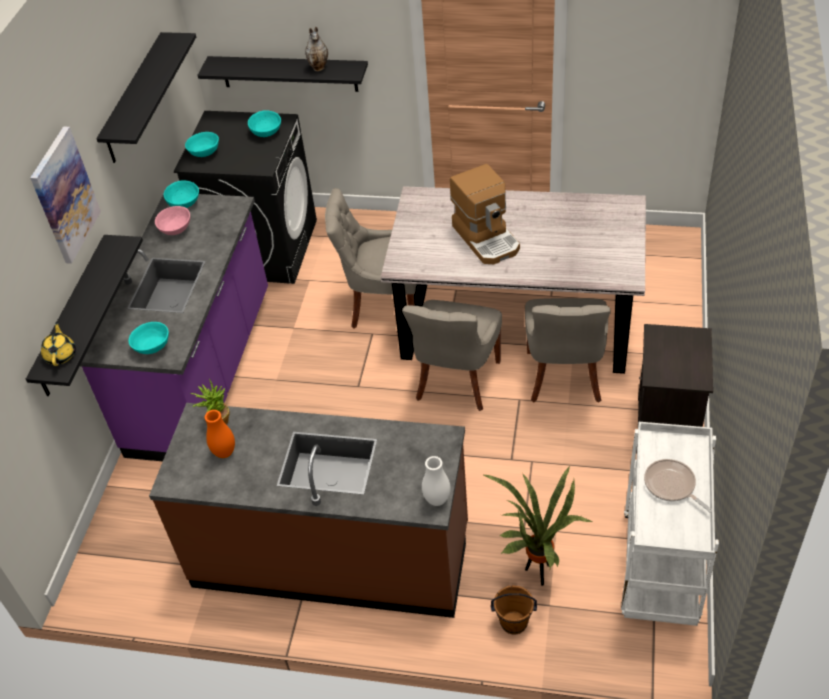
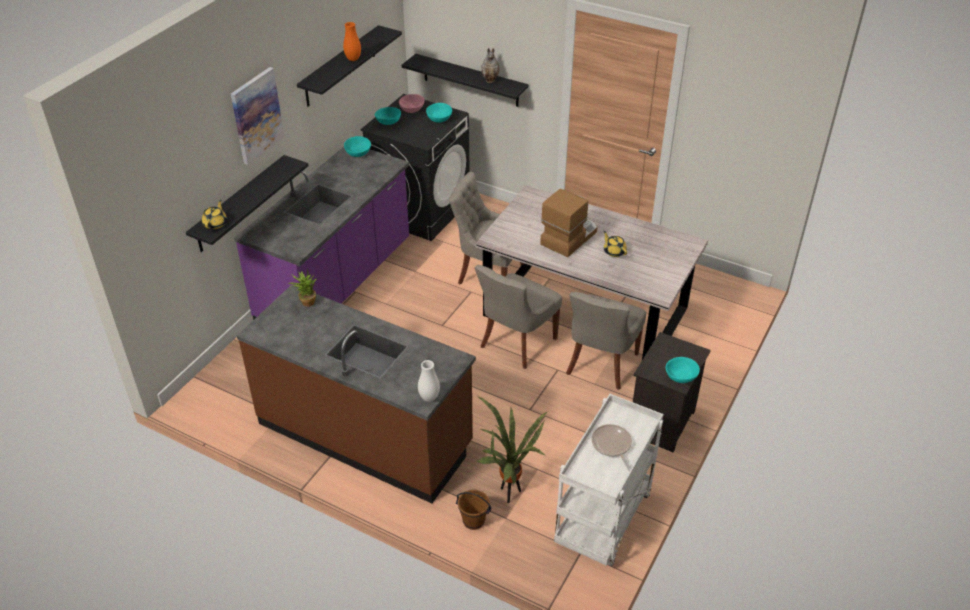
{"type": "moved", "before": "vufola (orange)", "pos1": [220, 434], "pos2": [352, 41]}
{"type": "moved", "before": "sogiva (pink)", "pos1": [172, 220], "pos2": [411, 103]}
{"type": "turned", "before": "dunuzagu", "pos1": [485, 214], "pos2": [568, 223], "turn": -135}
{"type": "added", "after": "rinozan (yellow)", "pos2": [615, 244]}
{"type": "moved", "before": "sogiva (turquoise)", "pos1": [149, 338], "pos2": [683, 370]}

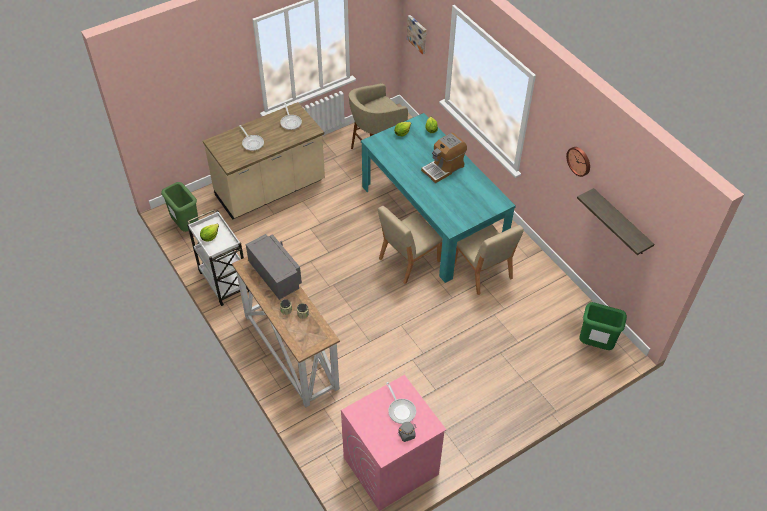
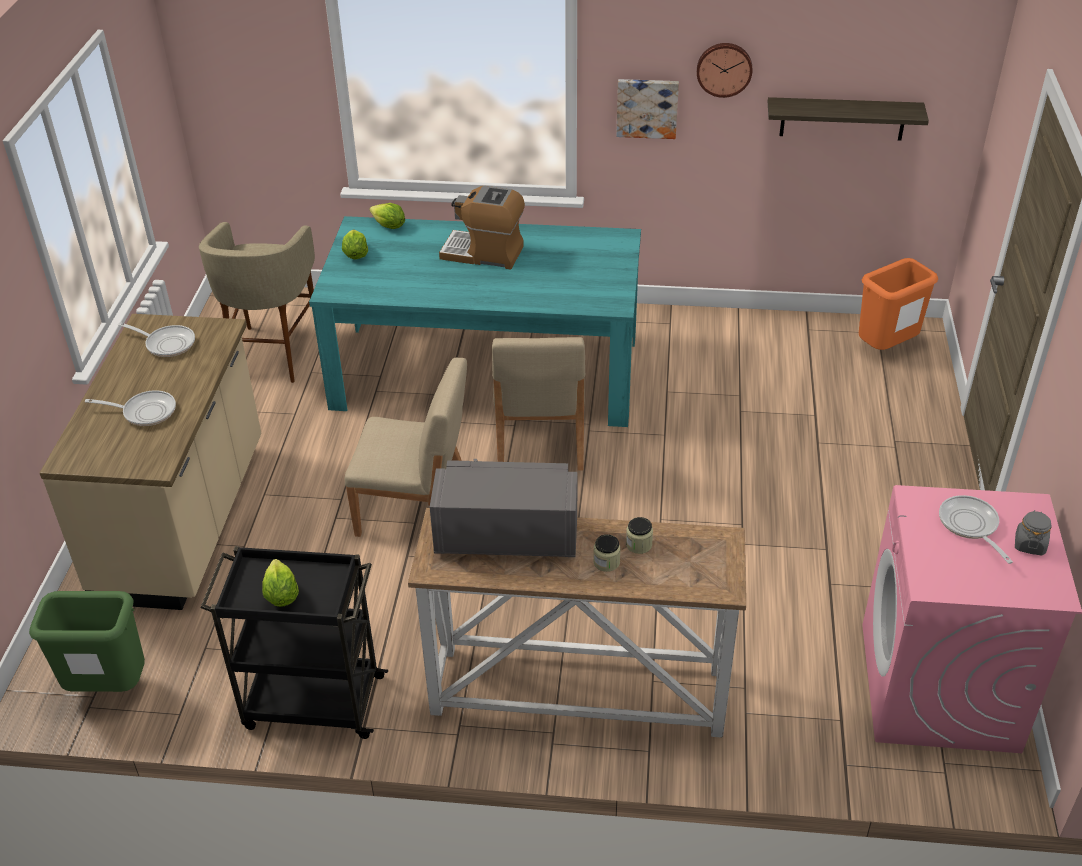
{"type": "recoloured", "before": "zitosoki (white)", "after": "zitosoki (black)", "pos1": [218, 258], "pos2": [294, 642]}
{"type": "moved", "before": "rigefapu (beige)", "pos1": [489, 259], "pos2": [406, 447]}
{"type": "turned", "before": "dunuzagu", "pos1": [444, 158], "pos2": [482, 228], "turn": 105}
{"type": "moved", "before": "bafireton", "pos1": [416, 34], "pos2": [647, 109]}
{"type": "recoloured", "before": "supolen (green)", "after": "supolen (orange)", "pos1": [603, 326], "pos2": [898, 304]}
{"type": "turned", "before": "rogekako", "pos1": [401, 403], "pos2": [976, 529], "turn": -120}

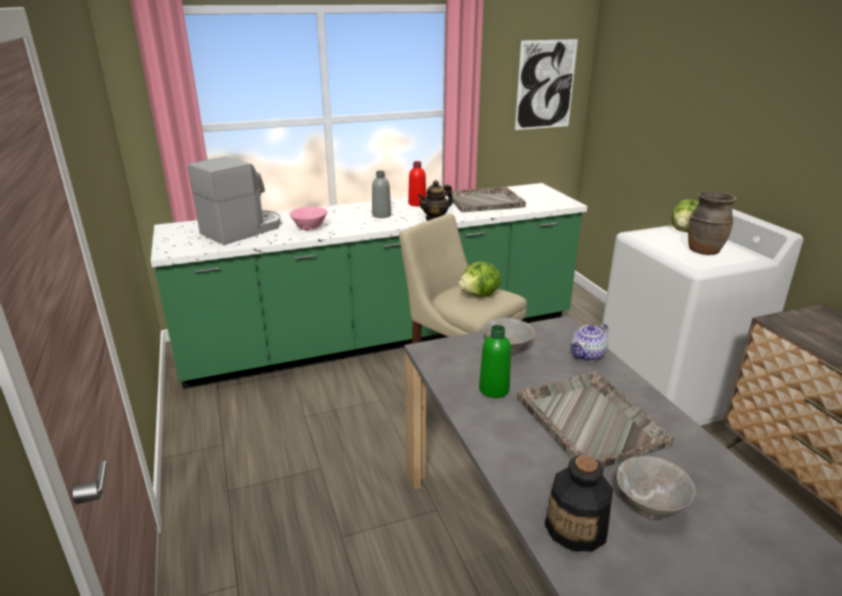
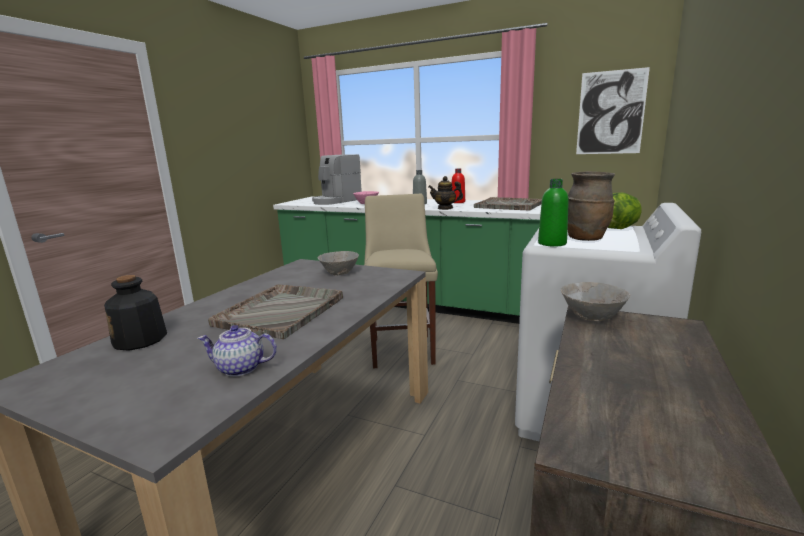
{"type": "moved", "before": "rinozan", "pos1": [589, 342], "pos2": [237, 351]}
{"type": "turned", "before": "dunuzagu", "pos1": [234, 200], "pos2": [337, 179], "turn": 135}
{"type": "moved", "before": "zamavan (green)", "pos1": [495, 361], "pos2": [553, 213]}
{"type": "moved", "before": "sogiva (grey)", "pos1": [656, 487], "pos2": [595, 301]}
{"type": "removed", "before": "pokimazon", "pos1": [479, 279]}

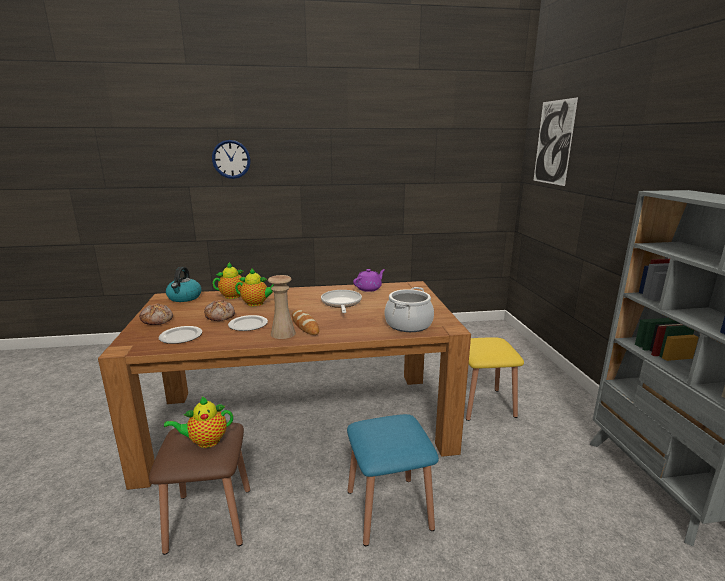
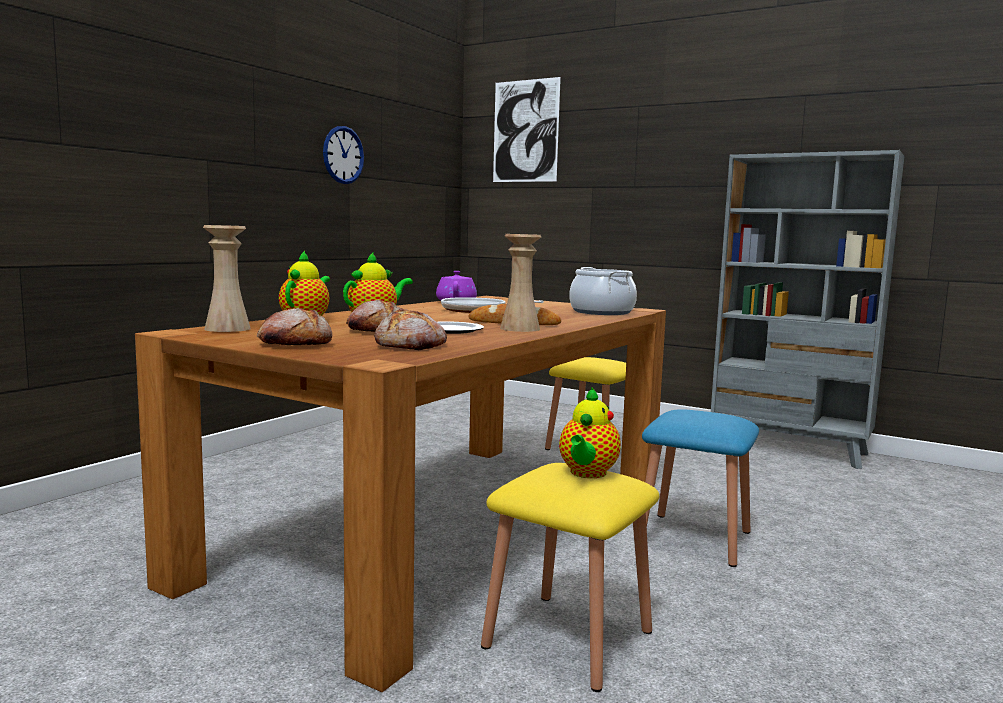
{"type": "replaced", "before": "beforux", "after": "vufola (beige)", "pos1": [183, 284], "pos2": [227, 278]}
{"type": "moved", "before": "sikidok", "pos1": [231, 159], "pos2": [343, 155]}
{"type": "replaced", "before": "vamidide", "after": "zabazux", "pos1": [180, 335], "pos2": [410, 329]}
{"type": "recoloured", "before": "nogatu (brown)", "after": "nogatu (yellow)", "pos1": [199, 489], "pos2": [570, 577]}

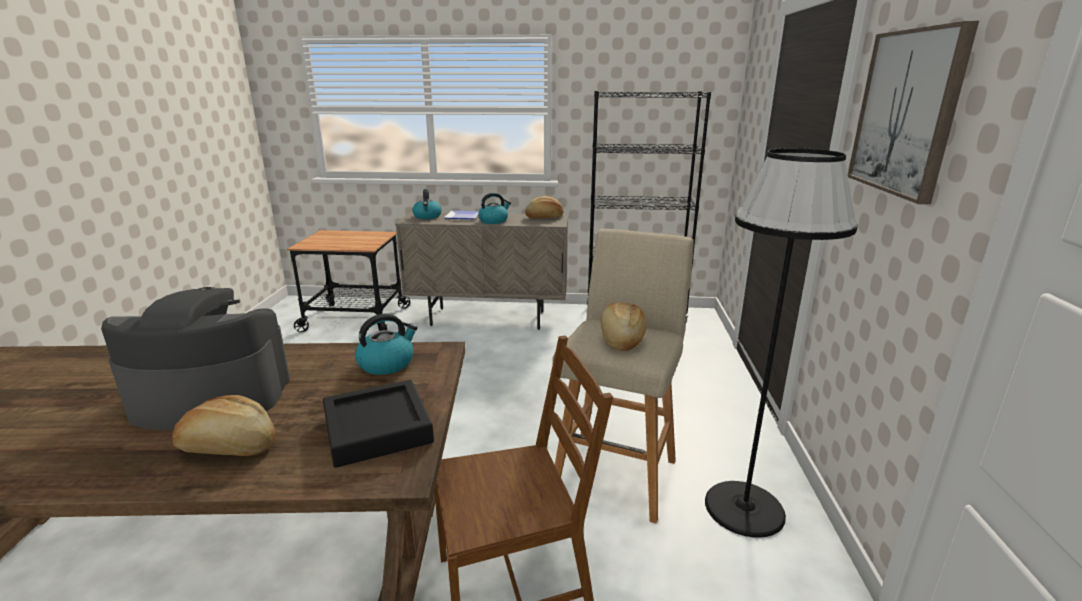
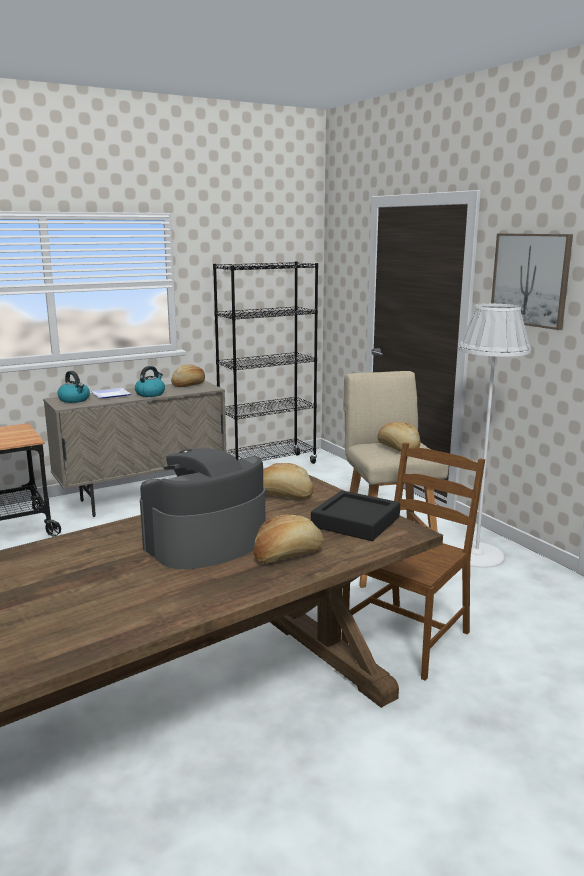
{"type": "replaced", "before": "beforux", "after": "zabazux", "pos1": [386, 344], "pos2": [288, 481]}
{"type": "recoloured", "before": "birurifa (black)", "after": "birurifa (white)", "pos1": [781, 343], "pos2": [492, 436]}

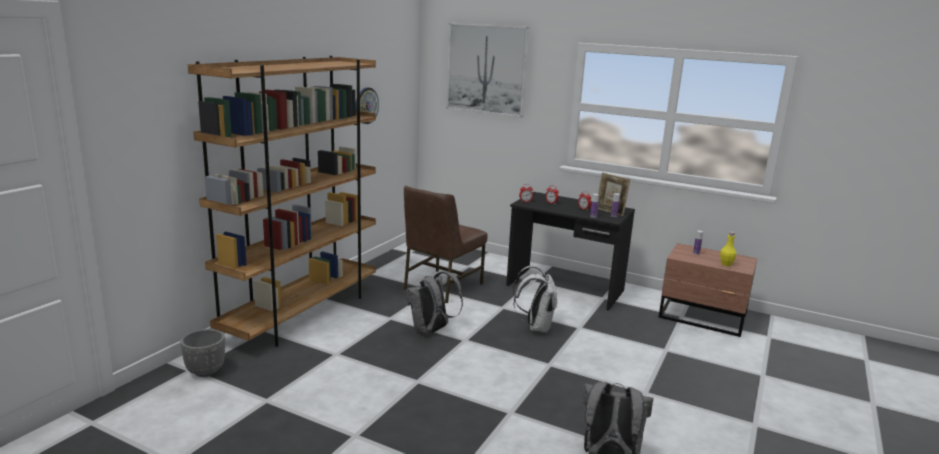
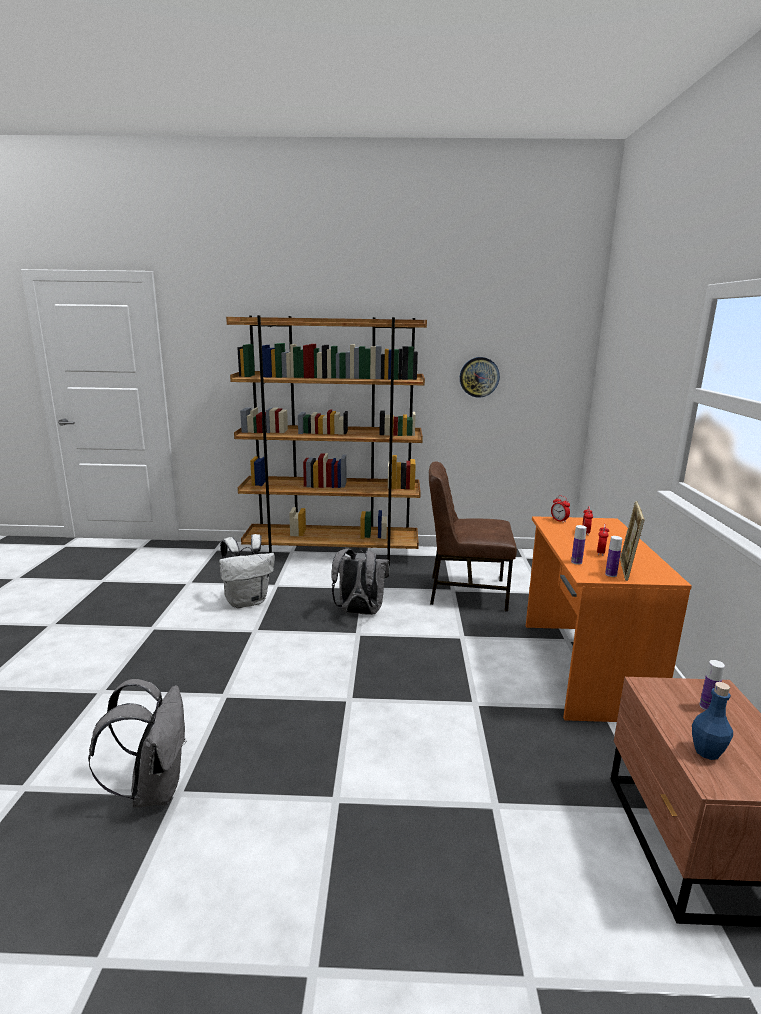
{"type": "moved", "before": "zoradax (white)", "pos1": [535, 299], "pos2": [247, 571]}
{"type": "recoloured", "before": "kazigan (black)", "after": "kazigan (orange)", "pos1": [570, 251], "pos2": [609, 619]}
{"type": "recoloured", "before": "zamavan (yellow)", "after": "zamavan (blue)", "pos1": [728, 249], "pos2": [712, 721]}
{"type": "removed", "before": "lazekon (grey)", "pos1": [202, 353]}
{"type": "removed", "before": "bafireton", "pos1": [488, 70]}

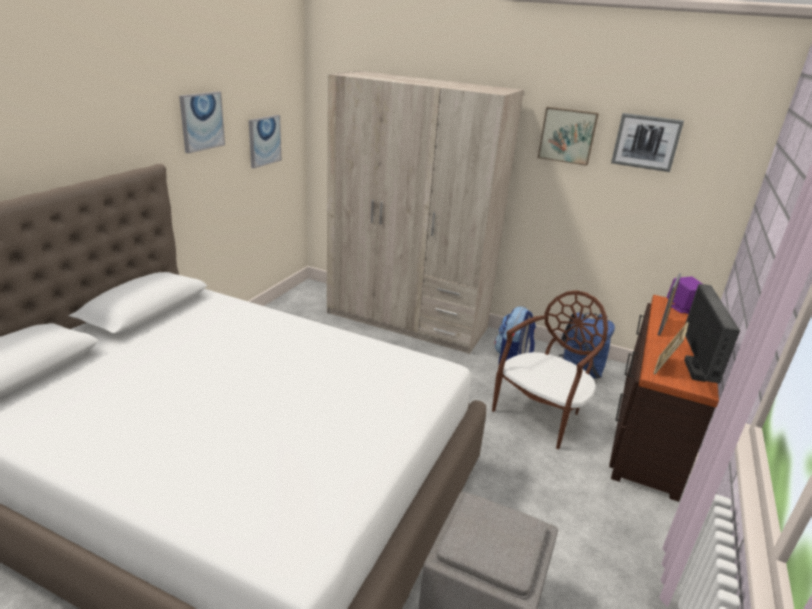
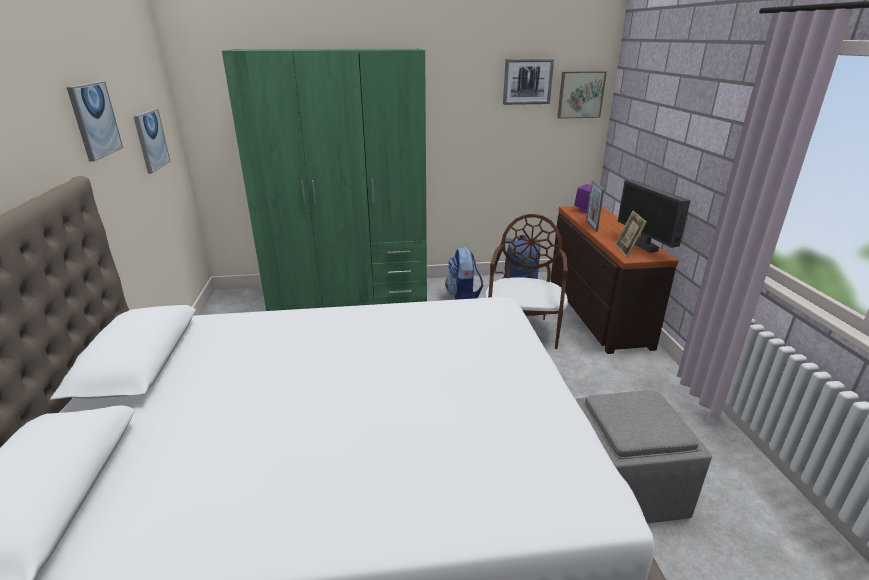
{"type": "recoloured", "before": "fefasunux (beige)", "after": "fefasunux (green)", "pos1": [425, 212], "pos2": [324, 179]}
{"type": "moved", "before": "bafireton", "pos1": [568, 136], "pos2": [582, 95]}

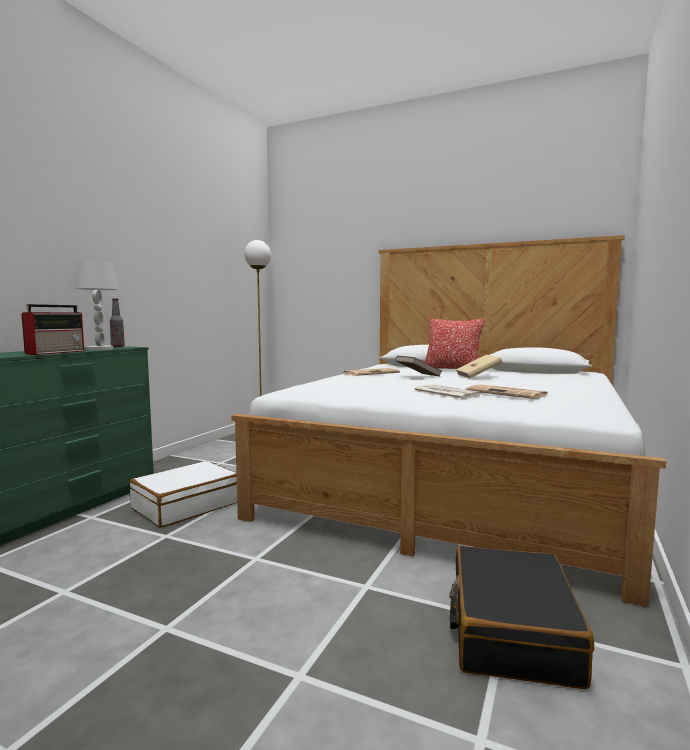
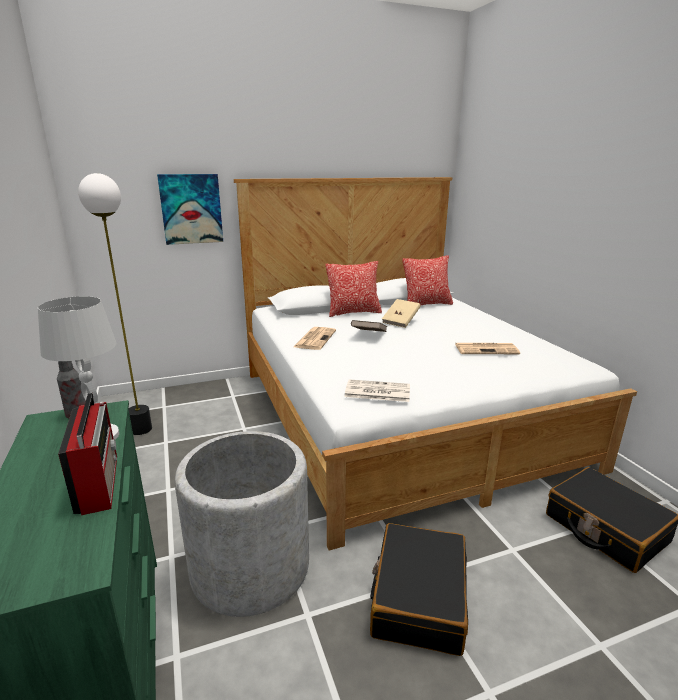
{"type": "added", "after": "bafireton", "pos2": [190, 209]}
{"type": "replaced", "before": "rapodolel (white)", "after": "lazekon (grey)", "pos1": [183, 494], "pos2": [242, 524]}
{"type": "moved", "before": "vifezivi", "pos1": [447, 391], "pos2": [377, 390]}
{"type": "added", "after": "rapodolel (black)", "pos2": [419, 589]}
{"type": "added", "after": "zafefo", "pos2": [427, 280]}

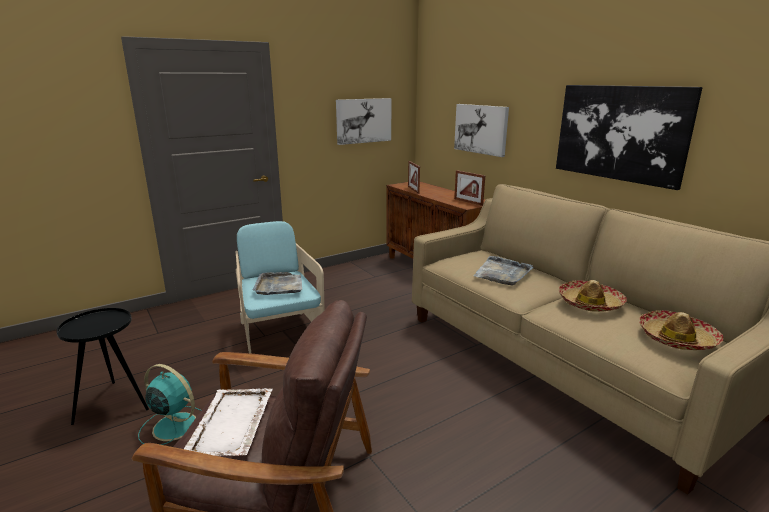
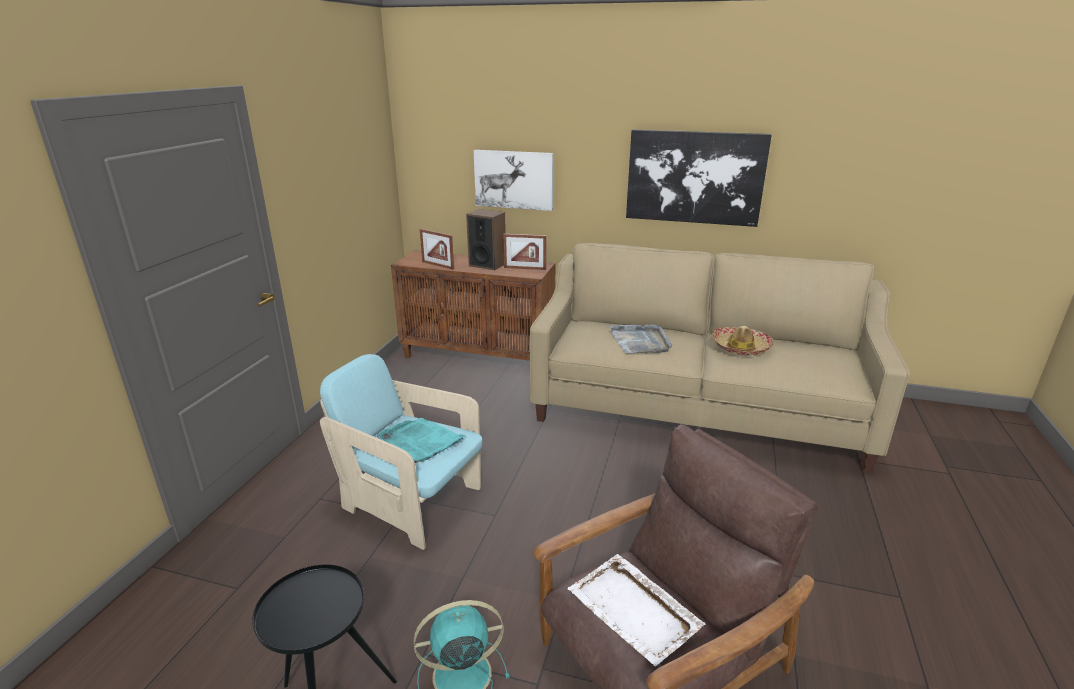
{"type": "recoloured", "before": "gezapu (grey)", "after": "gezapu (turquoise)", "pos1": [277, 283], "pos2": [421, 440]}
{"type": "added", "after": "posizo", "pos2": [486, 239]}
{"type": "removed", "before": "bafireton", "pos1": [363, 121]}
{"type": "removed", "before": "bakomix", "pos1": [681, 330]}

